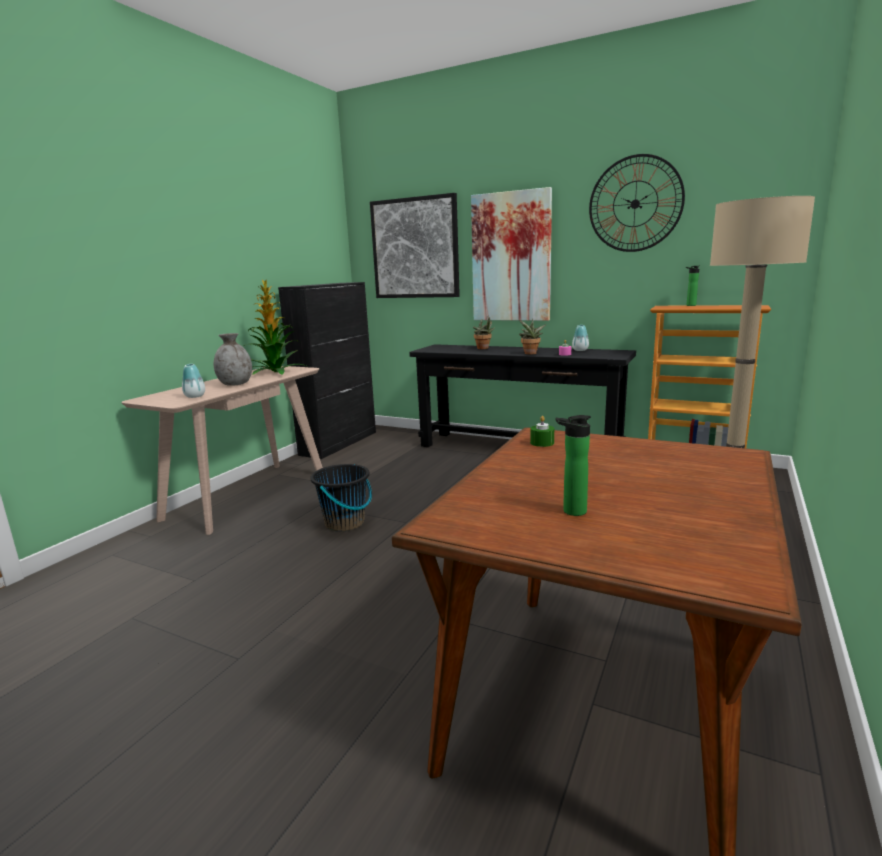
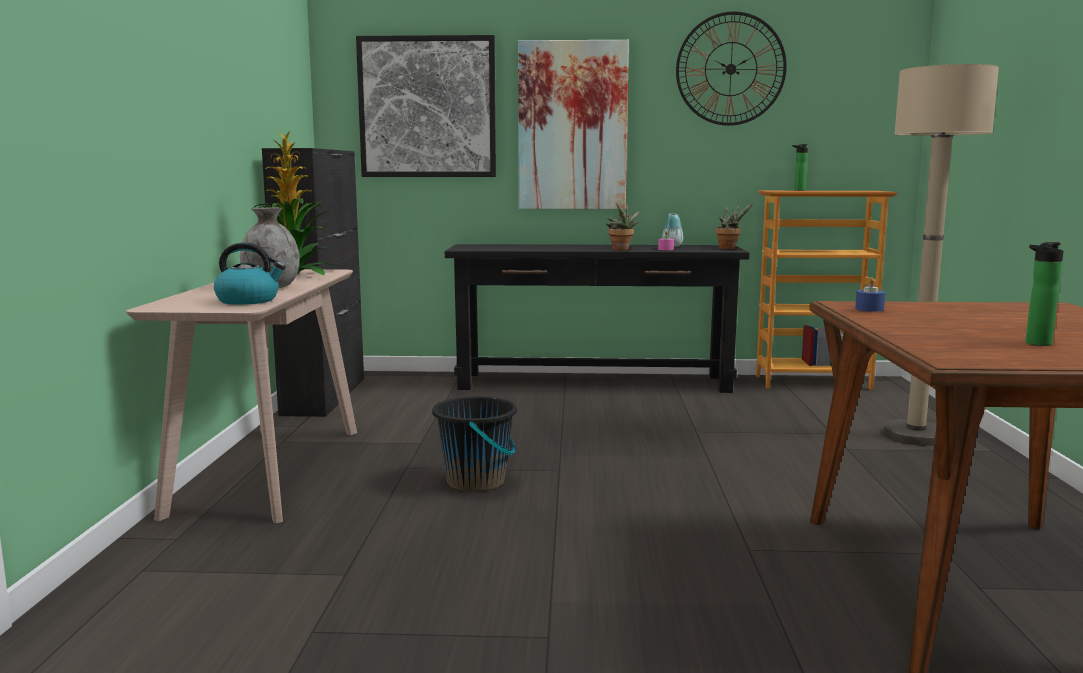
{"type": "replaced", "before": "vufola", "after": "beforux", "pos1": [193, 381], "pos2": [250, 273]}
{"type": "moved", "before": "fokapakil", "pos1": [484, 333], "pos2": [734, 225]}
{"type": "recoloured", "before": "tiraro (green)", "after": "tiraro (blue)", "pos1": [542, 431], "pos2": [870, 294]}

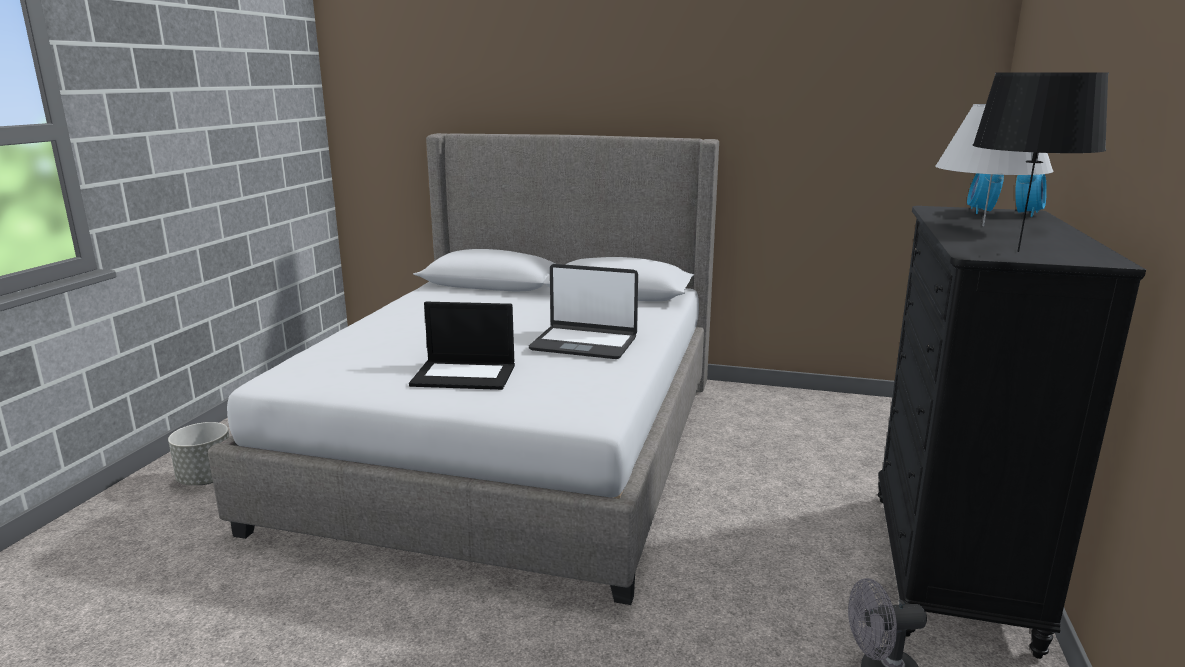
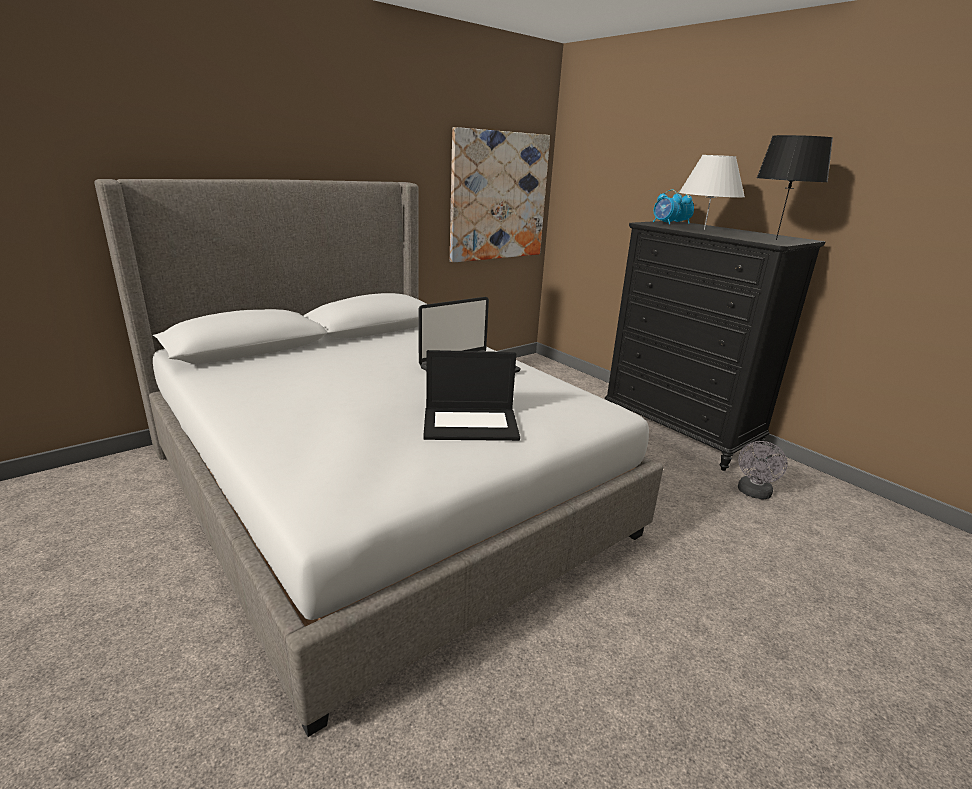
{"type": "turned", "before": "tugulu", "pos1": [462, 346], "pos2": [471, 395], "turn": 45}
{"type": "added", "after": "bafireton", "pos2": [500, 195]}
{"type": "removed", "before": "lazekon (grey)", "pos1": [198, 453]}

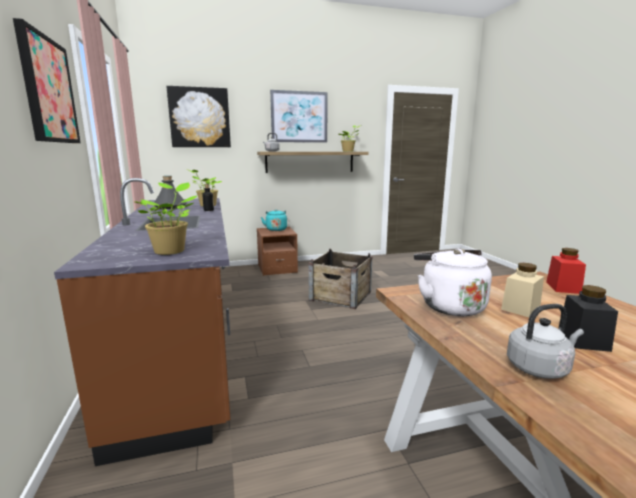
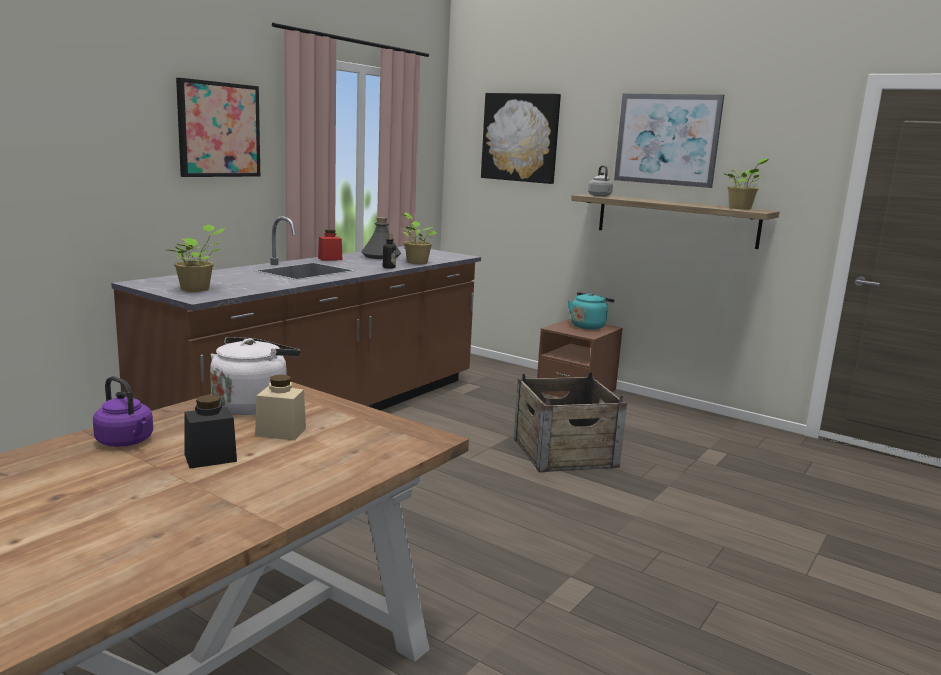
{"type": "recoloured", "before": "beforux (grey)", "after": "beforux (purple)", "pos1": [545, 341], "pos2": [123, 411]}
{"type": "moved", "before": "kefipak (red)", "pos1": [566, 271], "pos2": [330, 245]}

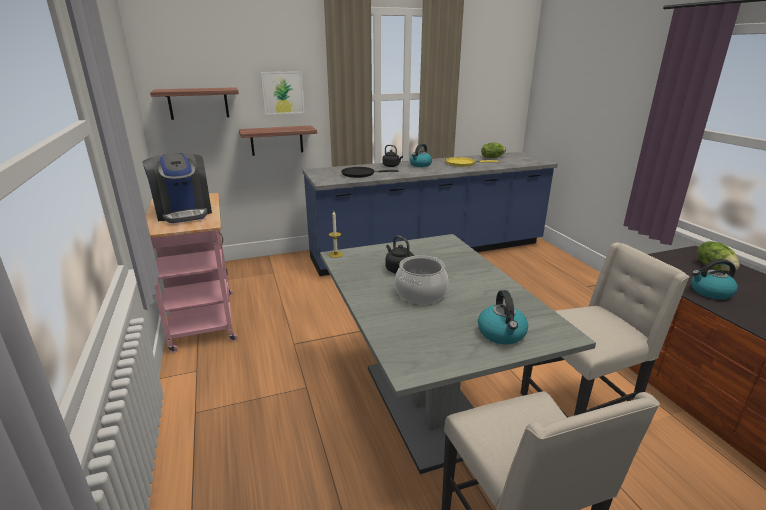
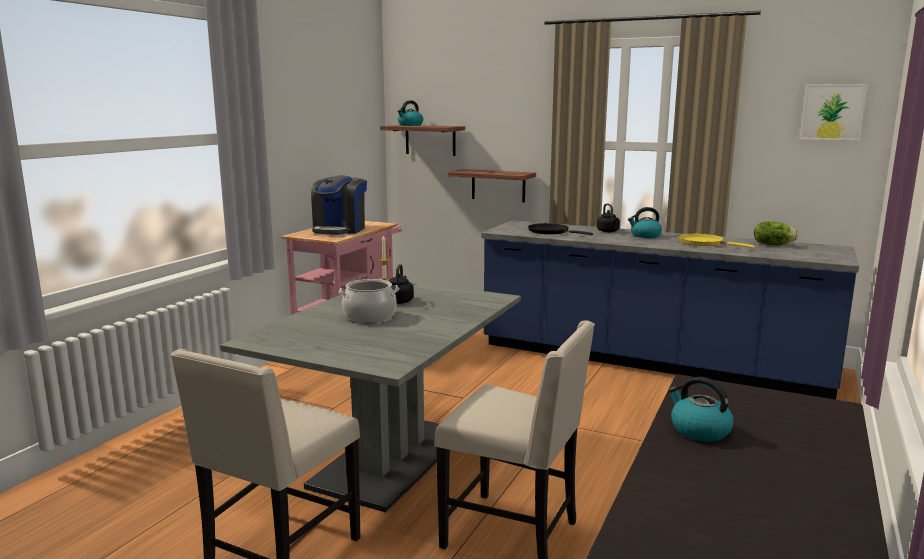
{"type": "moved", "before": "beforux", "pos1": [503, 317], "pos2": [410, 113]}
{"type": "moved", "before": "bafireton", "pos1": [282, 93], "pos2": [834, 112]}
{"type": "removed", "before": "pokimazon", "pos1": [718, 256]}

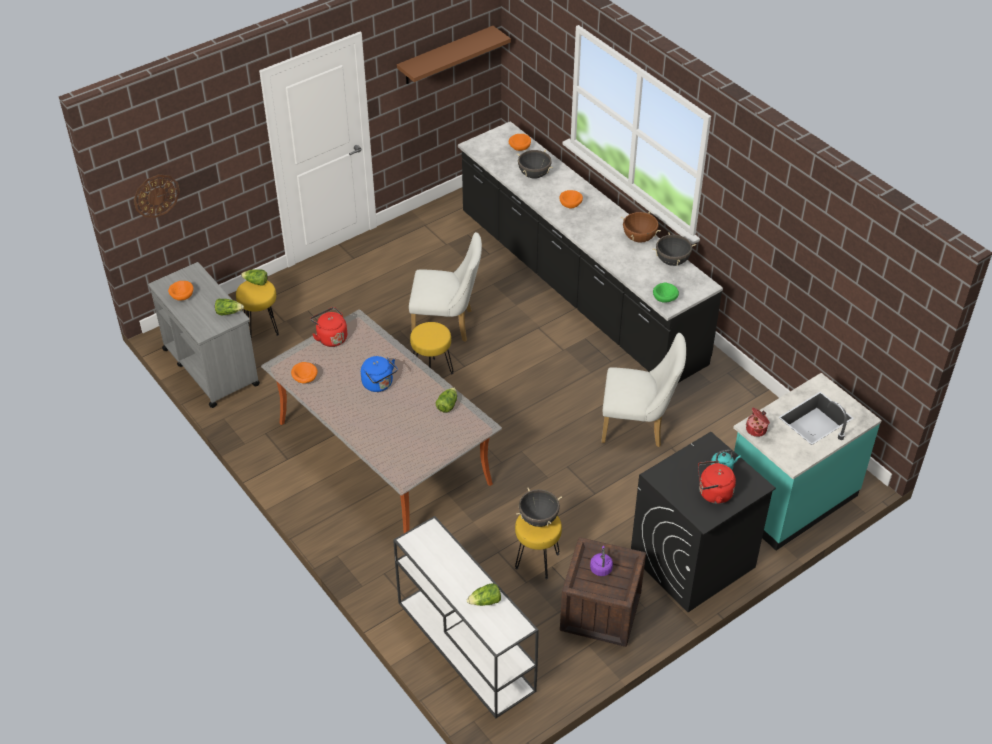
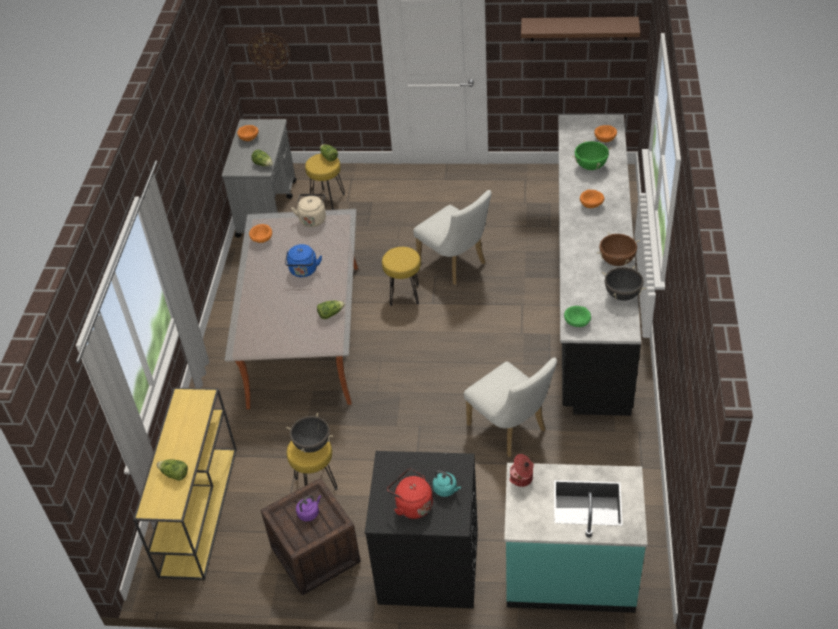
{"type": "recoloured", "before": "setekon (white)", "after": "setekon (yellow)", "pos1": [466, 617], "pos2": [185, 483]}
{"type": "recoloured", "before": "beforux (red)", "after": "beforux (beige)", "pos1": [328, 327], "pos2": [308, 210]}
{"type": "recoloured", "before": "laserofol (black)", "after": "laserofol (green)", "pos1": [535, 164], "pos2": [592, 155]}

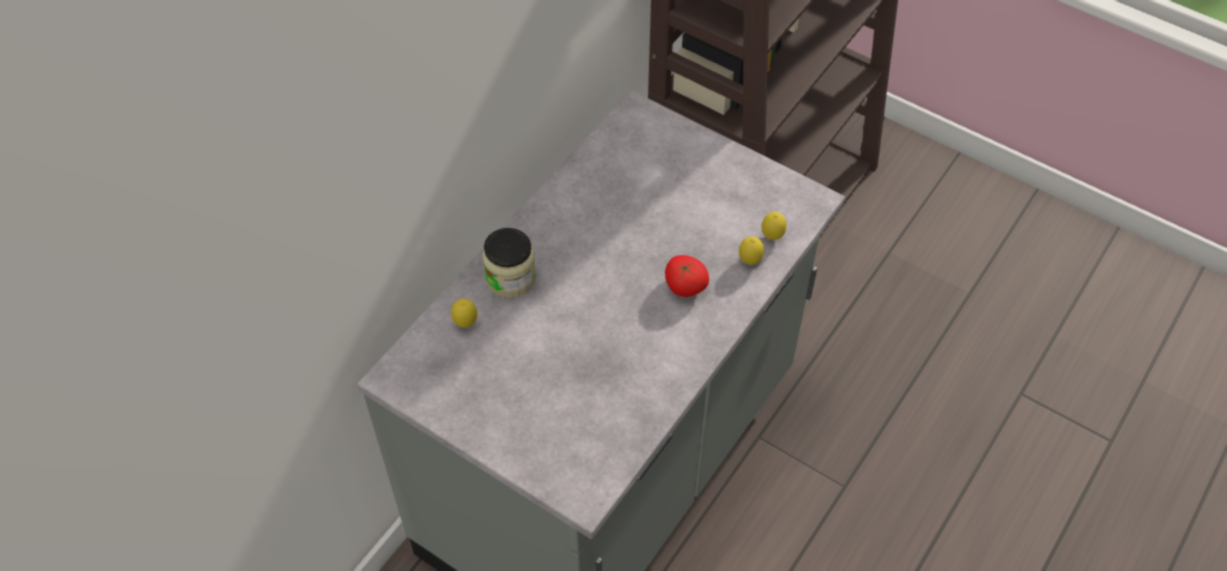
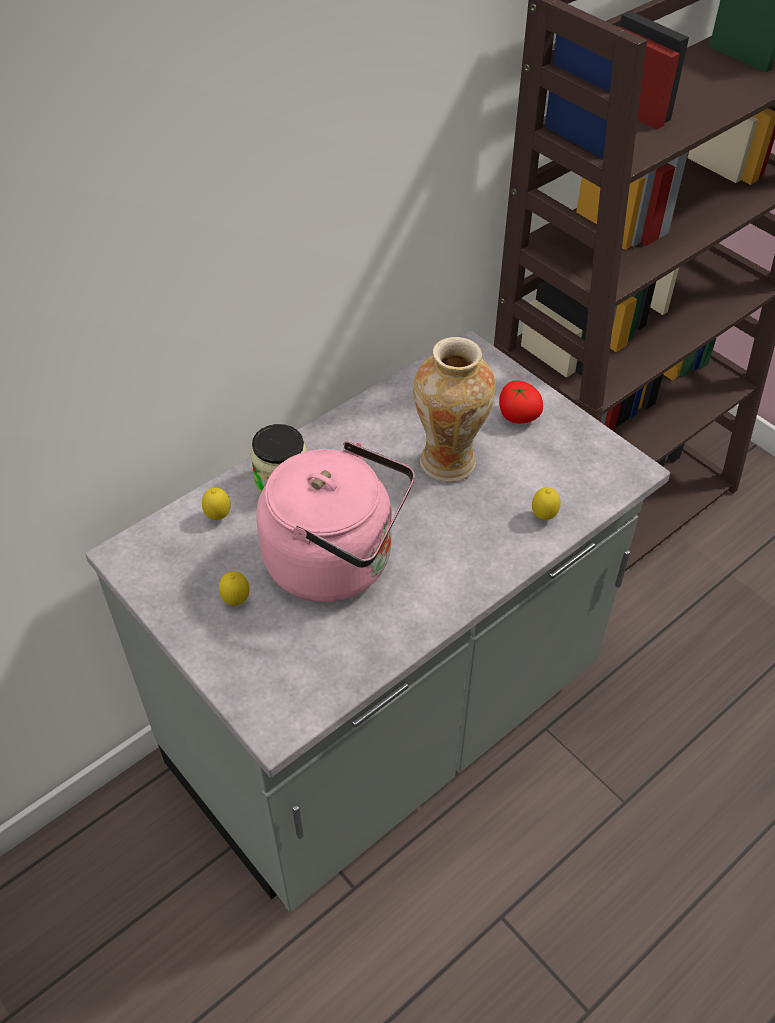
{"type": "moved", "before": "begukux", "pos1": [774, 226], "pos2": [234, 588]}
{"type": "added", "after": "beforux (pink)", "pos2": [335, 521]}
{"type": "added", "after": "vufola", "pos2": [454, 410]}
{"type": "moved", "before": "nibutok", "pos1": [687, 276], "pos2": [521, 402]}

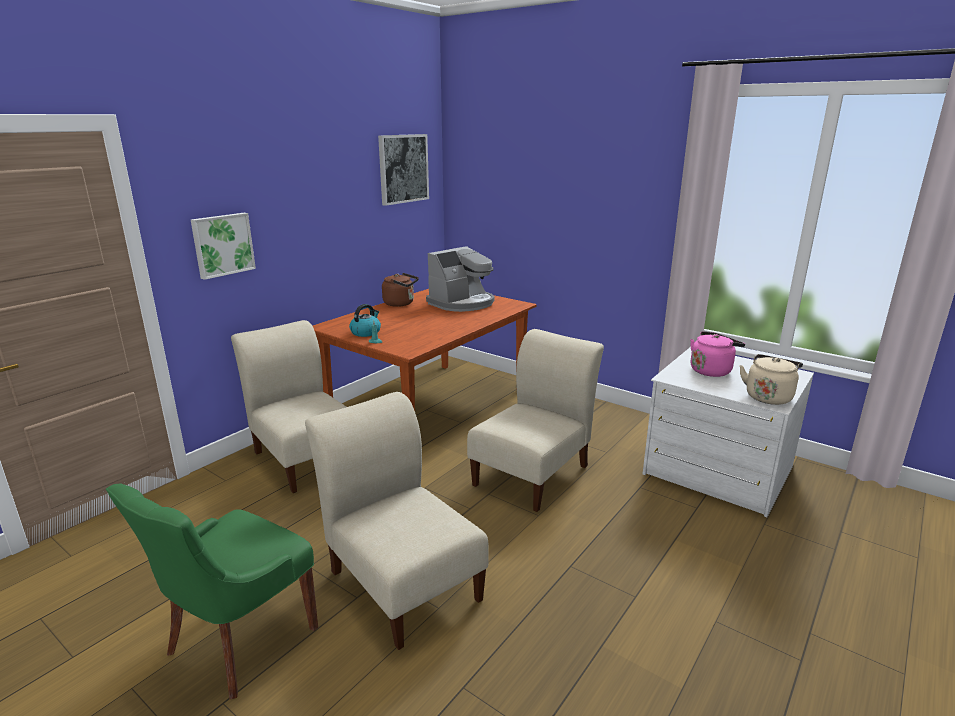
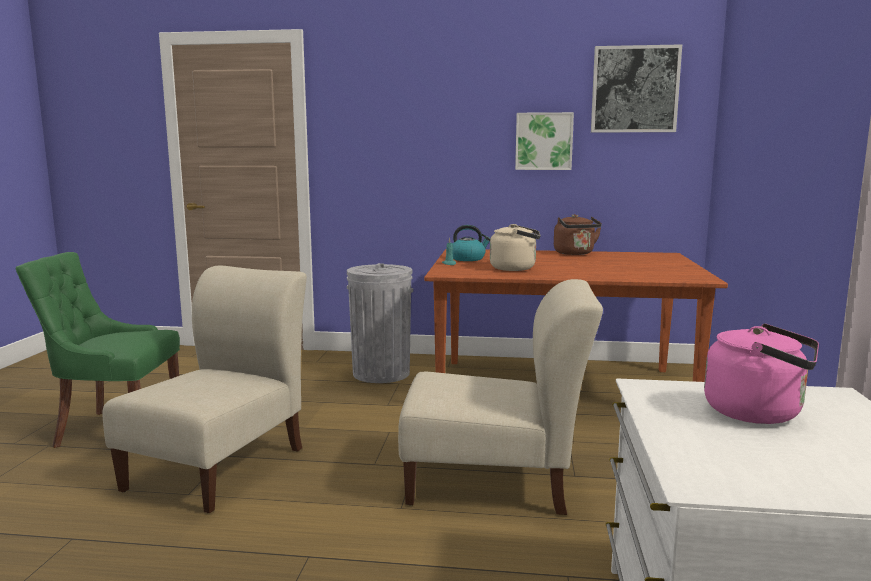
{"type": "replaced", "before": "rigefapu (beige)", "after": "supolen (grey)", "pos1": [288, 406], "pos2": [380, 323]}
{"type": "moved", "before": "beforux (beige)", "pos1": [771, 379], "pos2": [515, 247]}
{"type": "moved", "before": "bafireton", "pos1": [223, 246], "pos2": [544, 141]}
{"type": "removed", "before": "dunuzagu", "pos1": [460, 279]}

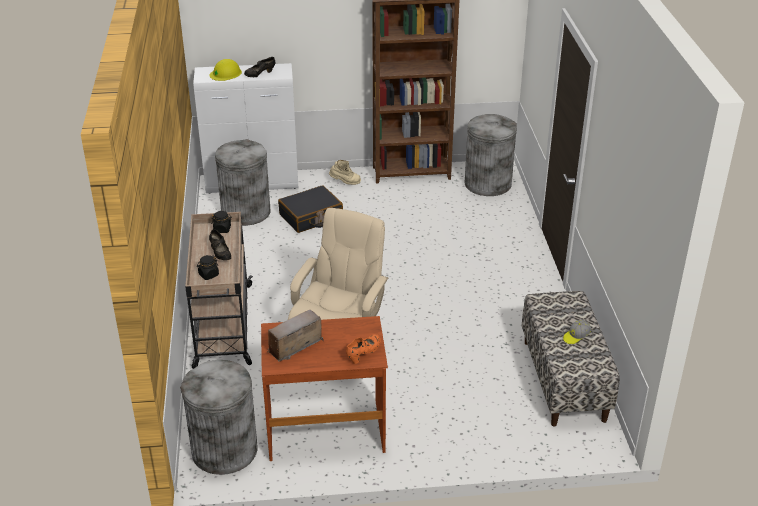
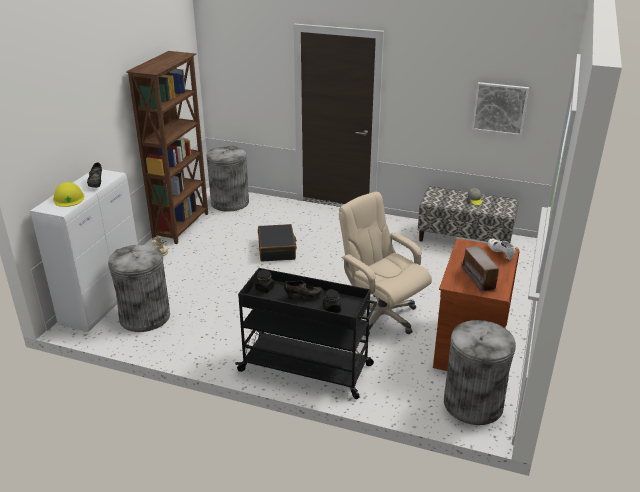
{"type": "recoloured", "before": "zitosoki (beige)", "after": "zitosoki (black)", "pos1": [219, 290], "pos2": [306, 333]}
{"type": "moved", "before": "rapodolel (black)", "pos1": [310, 209], "pos2": [277, 242]}
{"type": "added", "after": "bafireton", "pos2": [500, 109]}
{"type": "recoloured", "before": "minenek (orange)", "after": "minenek (white)", "pos1": [363, 349], "pos2": [502, 249]}

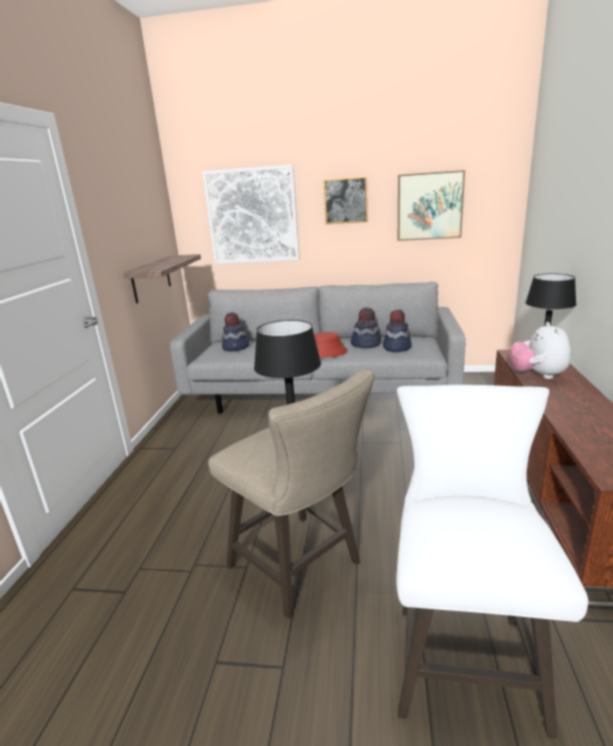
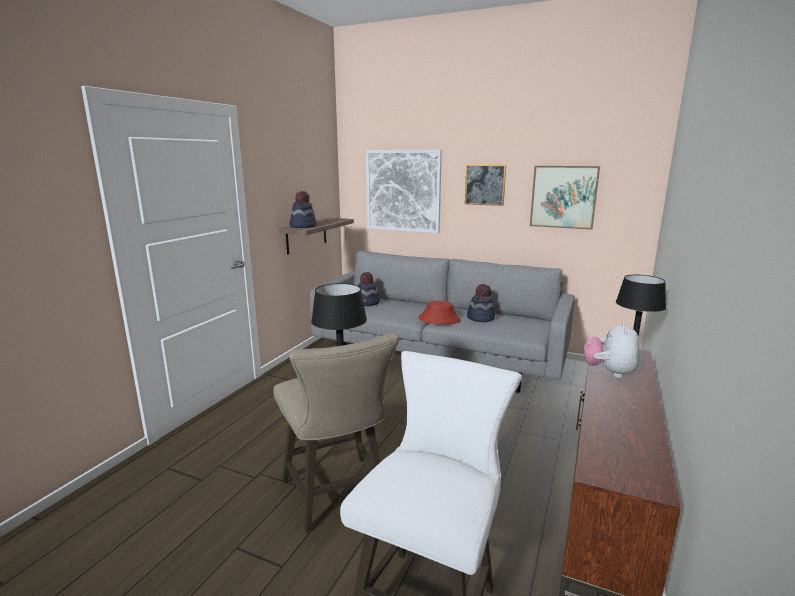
{"type": "moved", "before": "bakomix", "pos1": [397, 330], "pos2": [303, 209]}

